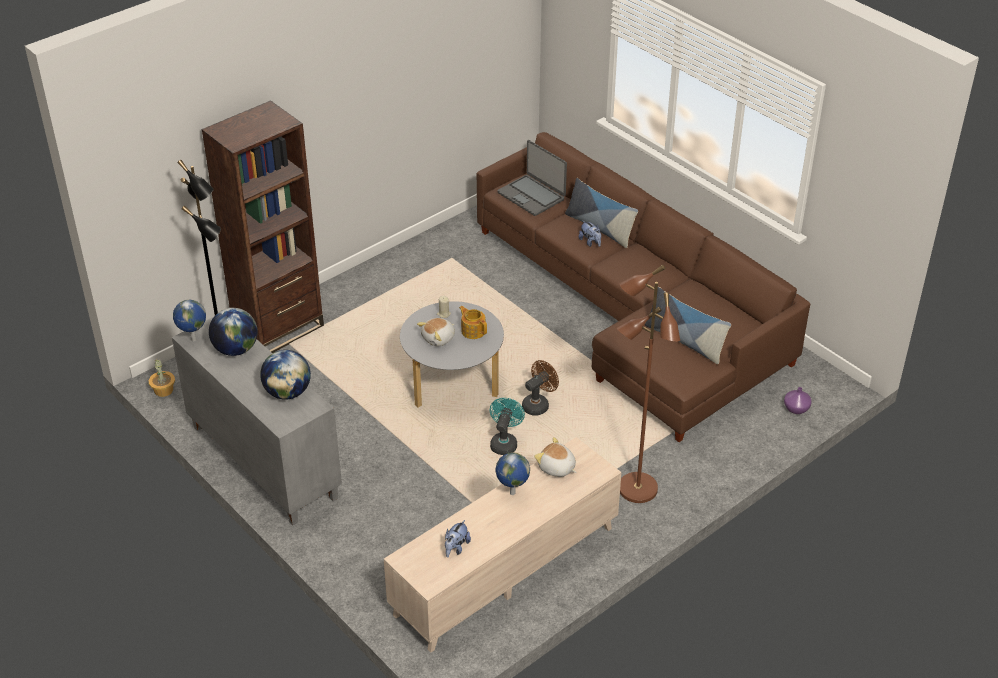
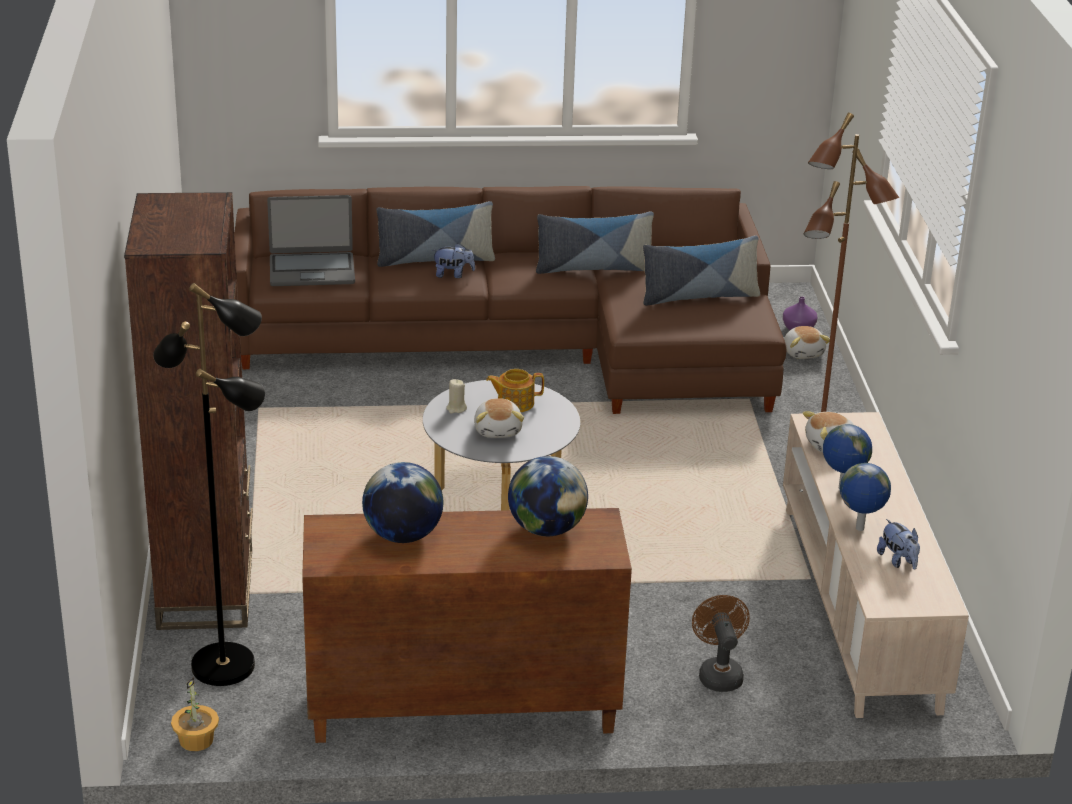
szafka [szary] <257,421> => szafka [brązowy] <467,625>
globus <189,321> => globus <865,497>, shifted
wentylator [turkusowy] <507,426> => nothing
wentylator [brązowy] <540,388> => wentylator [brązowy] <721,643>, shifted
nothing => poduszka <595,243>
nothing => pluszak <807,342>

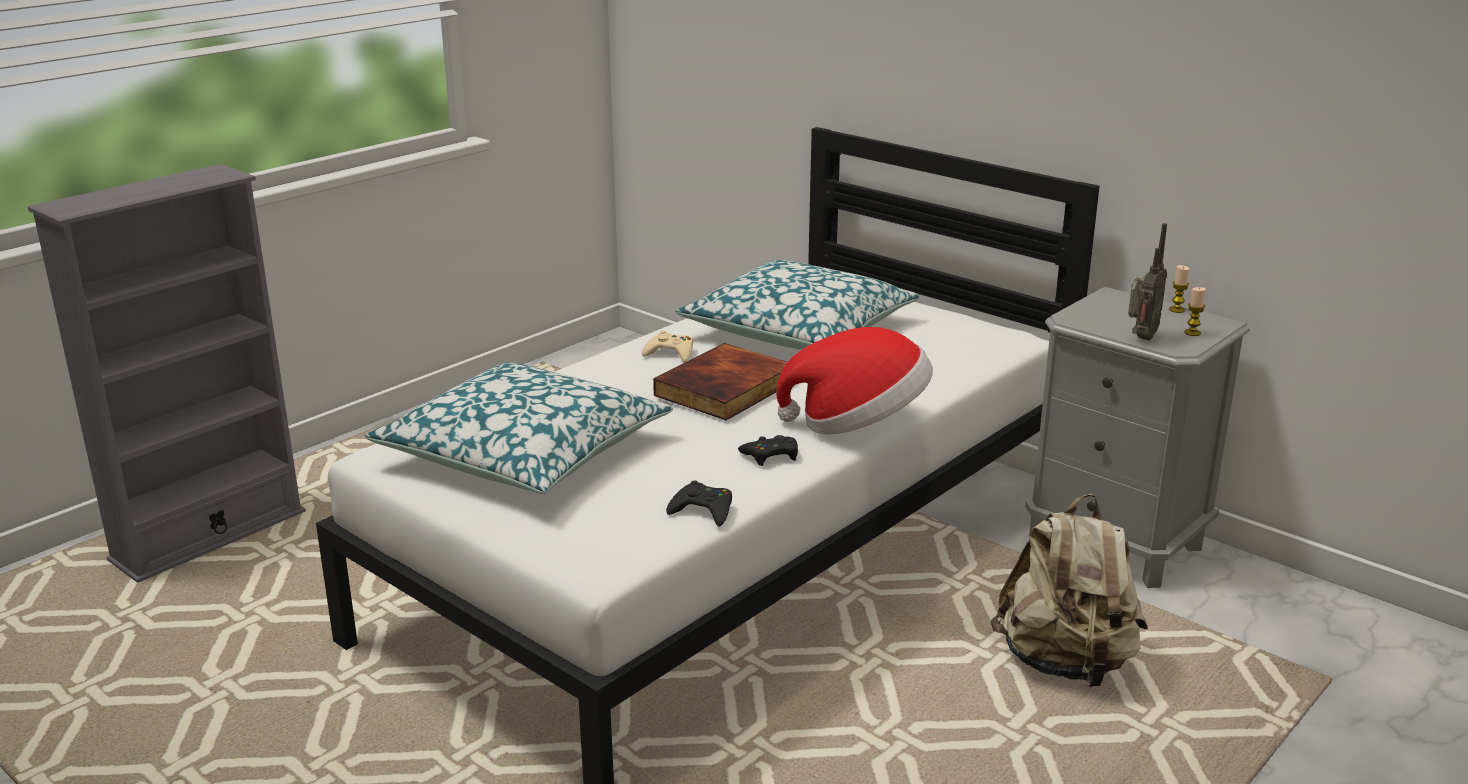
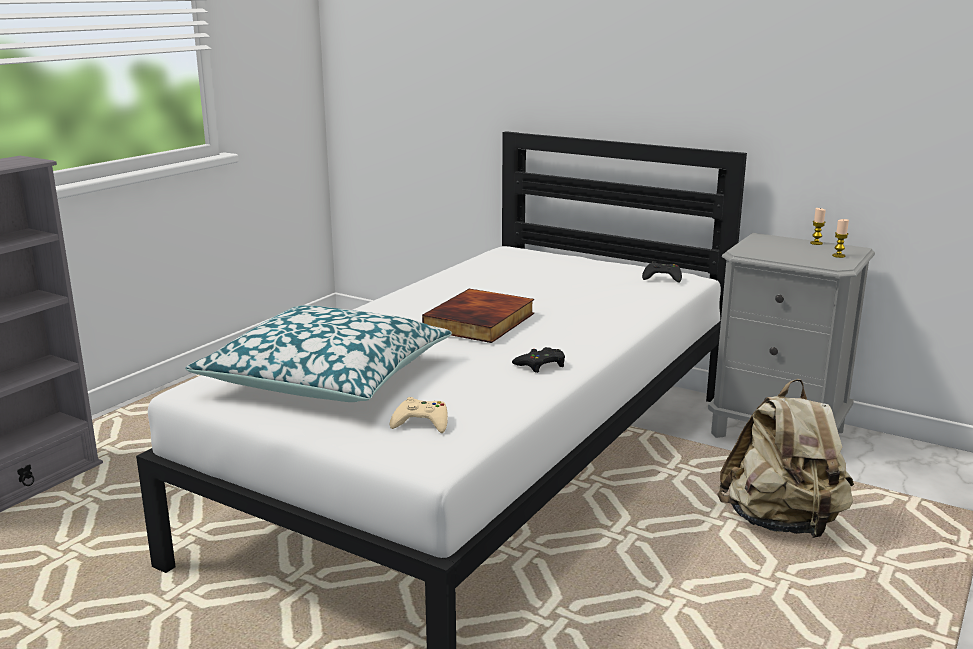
pad do gier [beżowy] <667,347> => pad do gier [beżowy] <418,415>, shifted
pad do gier [czarny] <699,503> => pad do gier [czarny] <662,272>, shifted
poduszka <797,305> => nothing
kapelusz <854,380> => nothing
radio <1147,282> => nothing

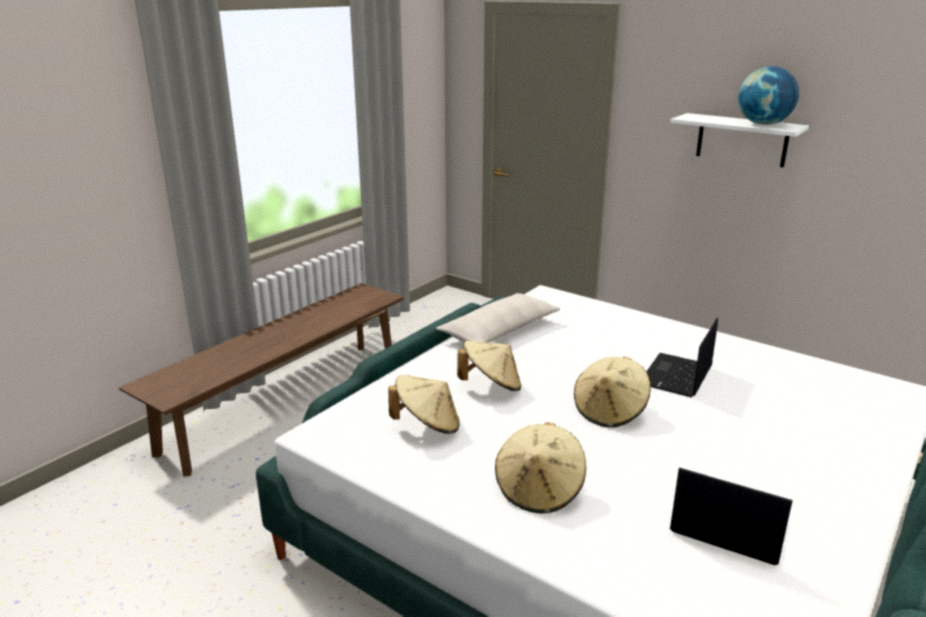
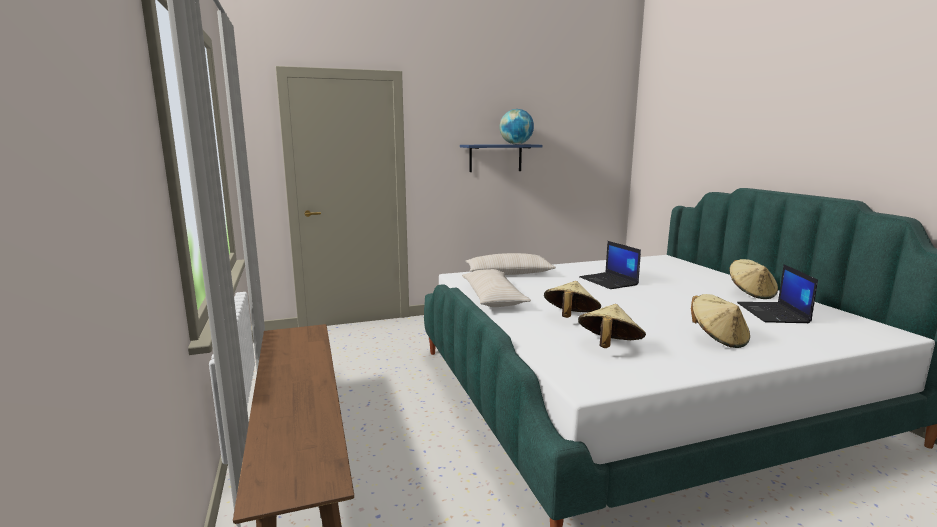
kapelusz [beżowy] <612,392> => kapelusz [beżowy] <753,279>, shifted
półka [biały] <739,140> => półka [niebieski] <501,158>
laptop <731,516> => laptop <777,293>, 60 degrees counterclockwise
nothing => poduszka [beżowy] <510,264>

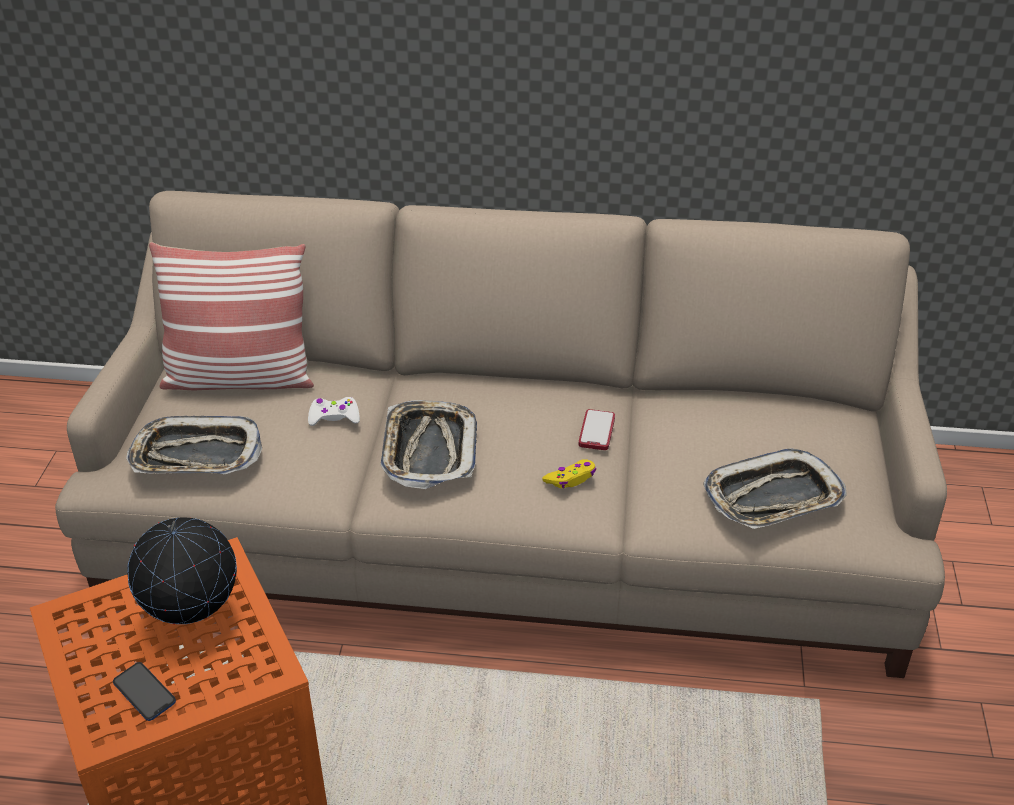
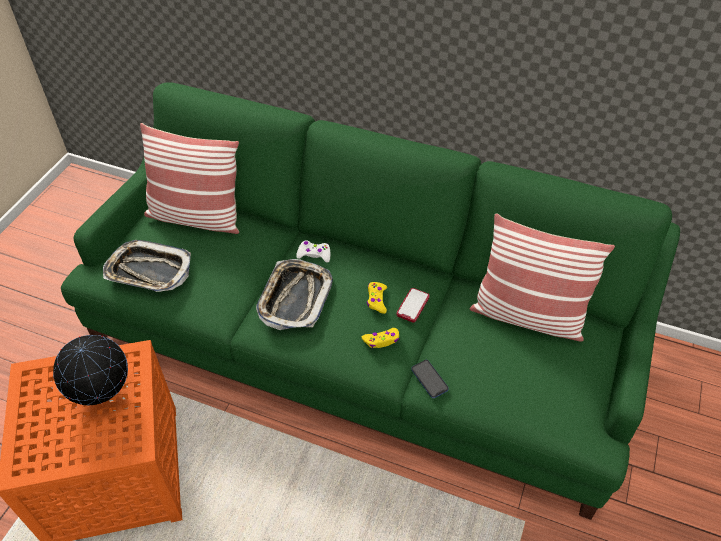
kanapa [beżowy] <501,434> => kanapa [zielony] <370,301>
telefon <144,691> => telefon <430,379>, shifted
pad do gier [biały] <334,411> => pad do gier [biały] <313,251>, shifted
taca <775,488> => nothing
nothing => pad do gier [żółty] <377,298>
nothing => poduszka <542,277>

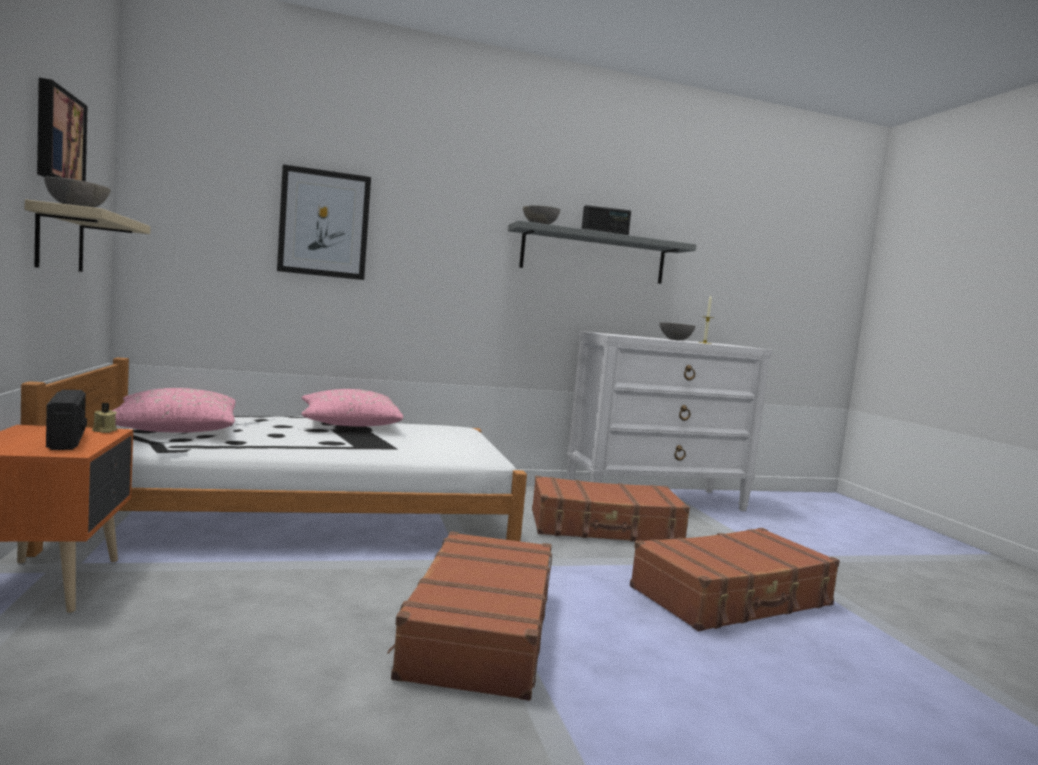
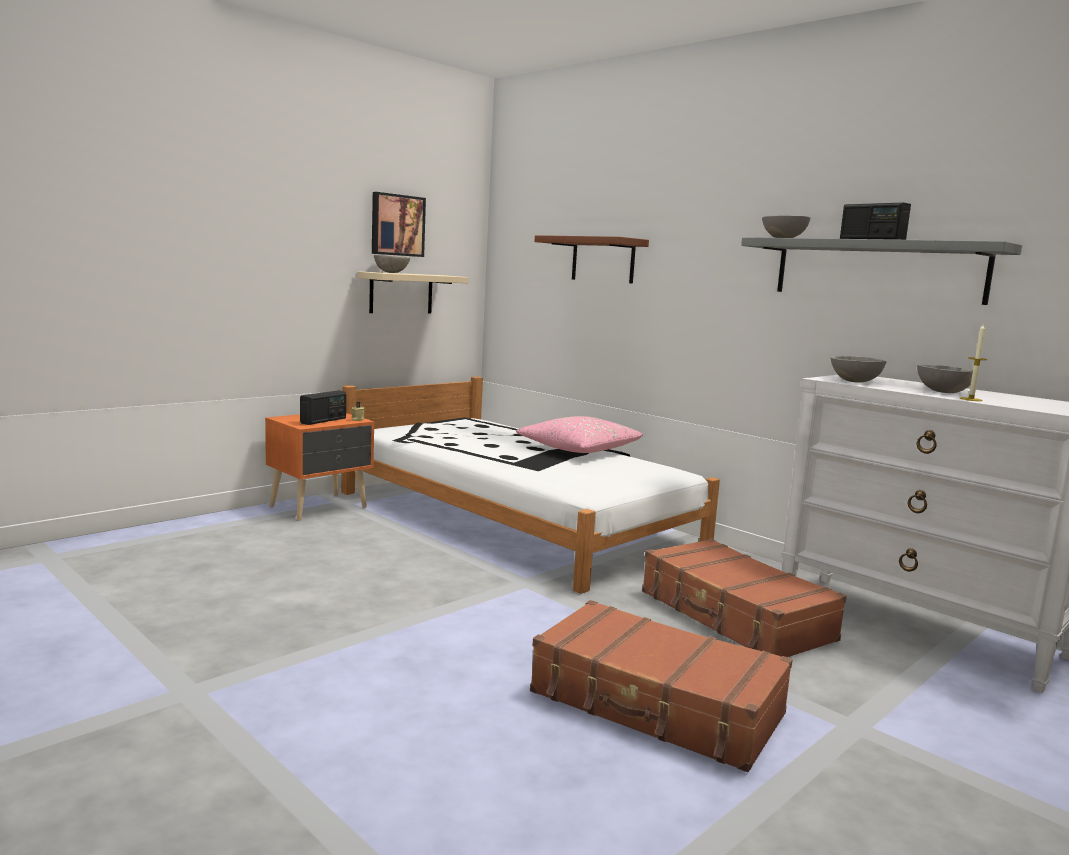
poduszka [różowy] <173,410> => nothing
obraz <324,222> => półka [brązowy] <592,259>
walizka [brązowy] <469,616> => nothing
nothing => miska [szary] <859,369>

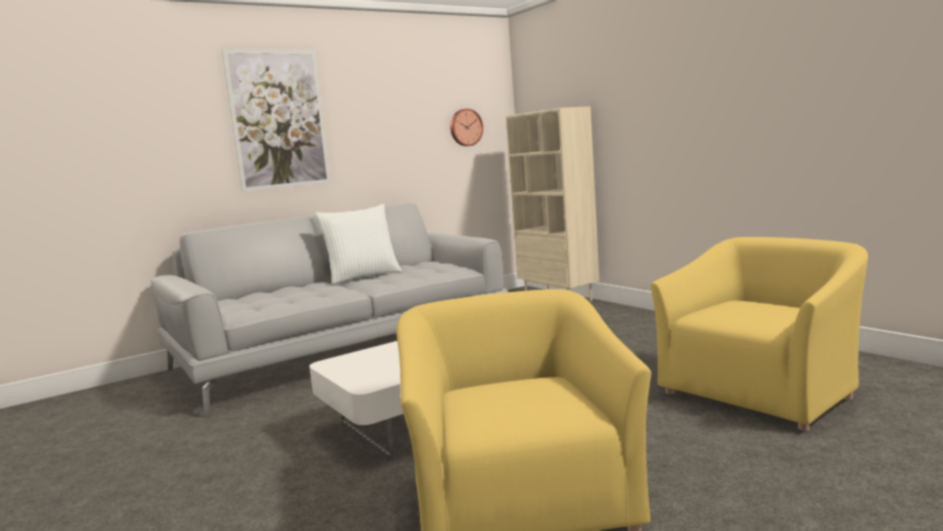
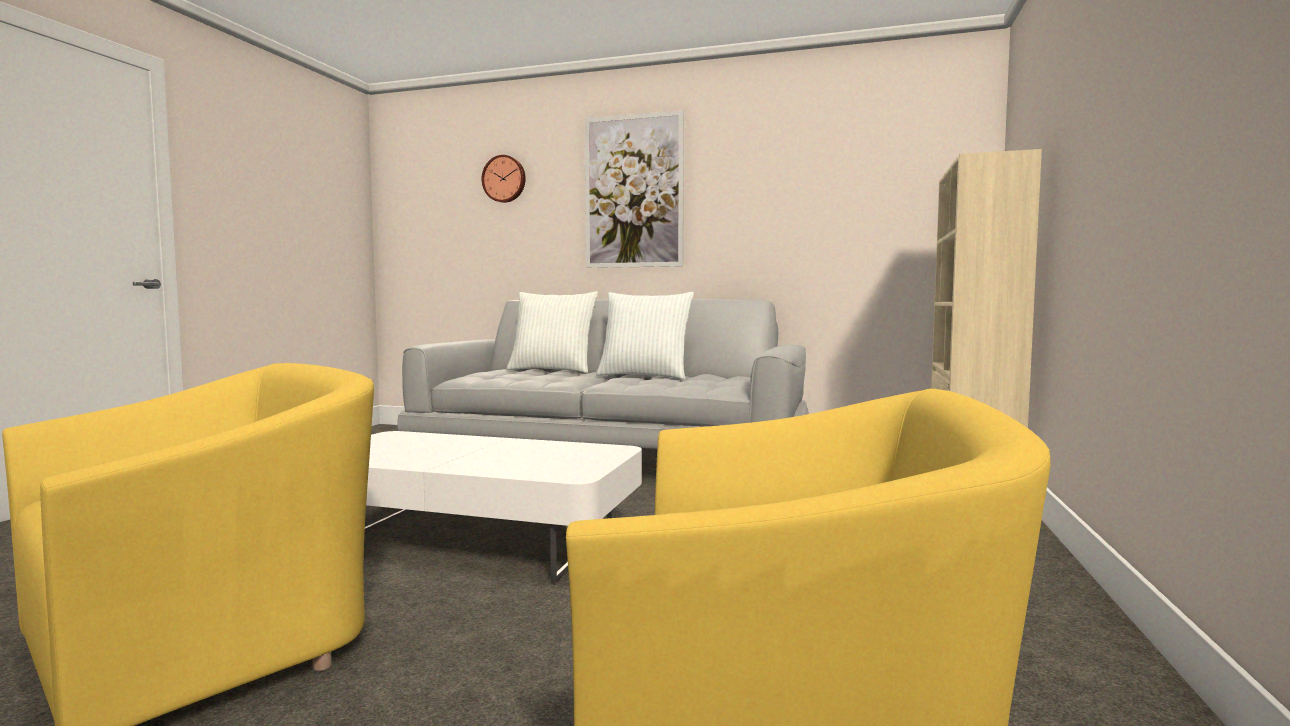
zegar ścienny <466,127> => zegar ścienny <504,179>, shifted
nothing => poduszka [biały] <552,332>

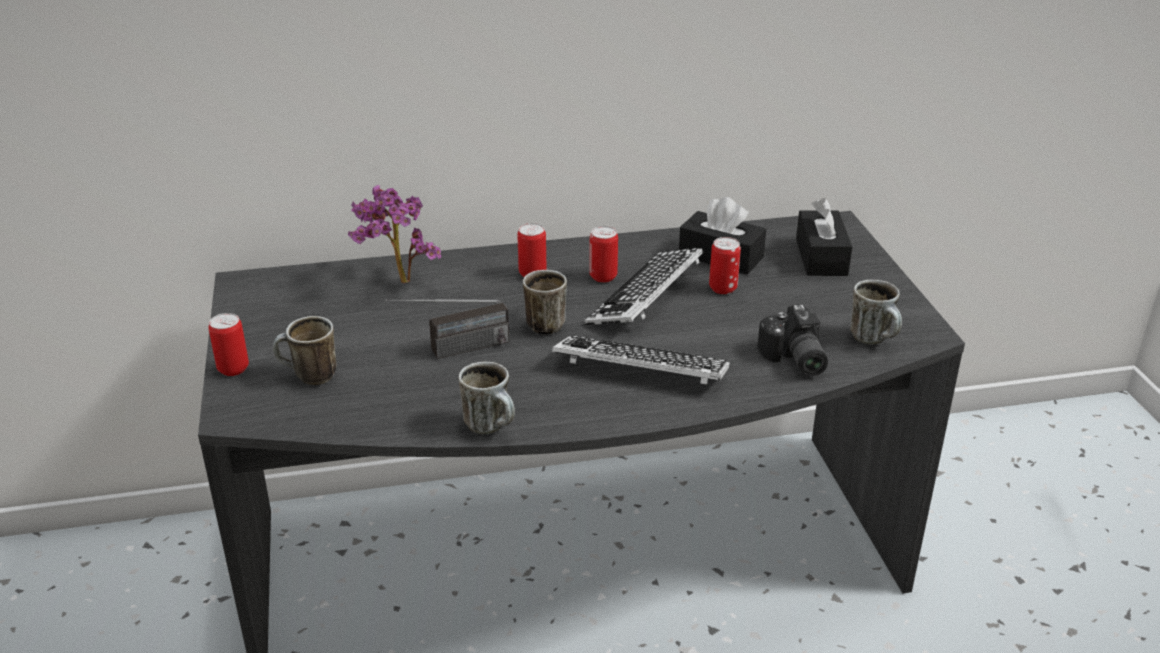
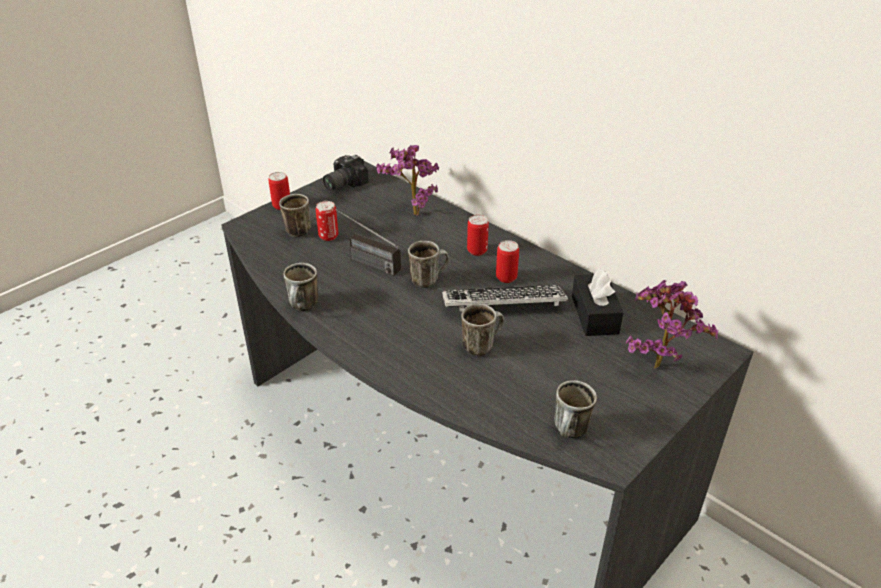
klawiatura <641,360> => nothing
puszka <725,265> => puszka <327,221>, shifted
aparat fotograficzny <792,340> => aparat fotograficzny <346,173>, shifted
pudełko chusteczek [czarny] <824,237> => roślina doniczkowa <672,324>
nothing => kubek <482,330>

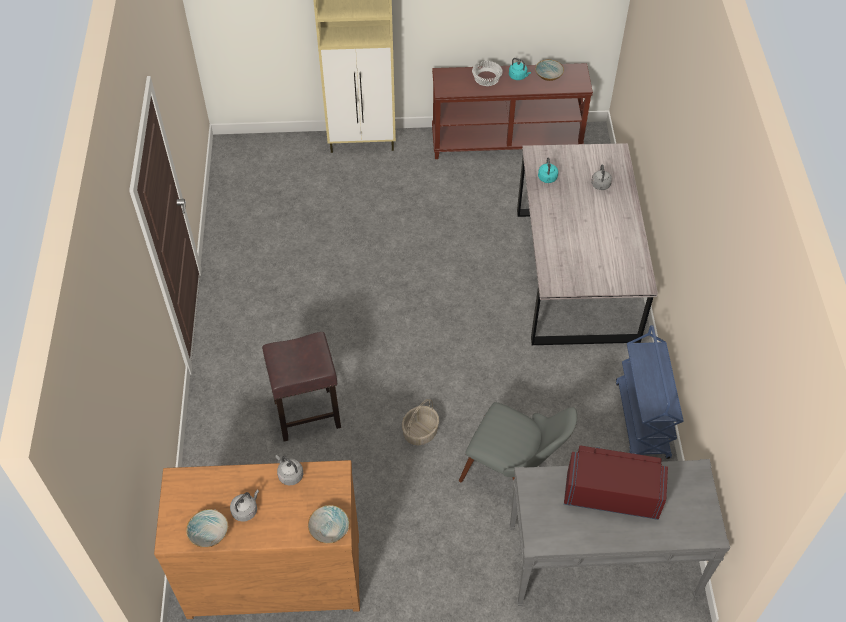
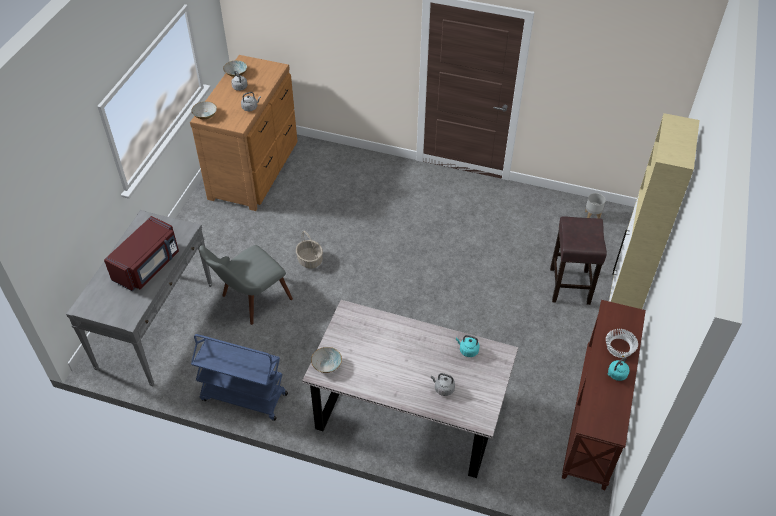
stołek [brązowy] <301,386> => stołek [brązowy] <578,260>, shifted
miska <549,70> => miska <326,360>, shifted
nothing => donica [szary] <595,206>

